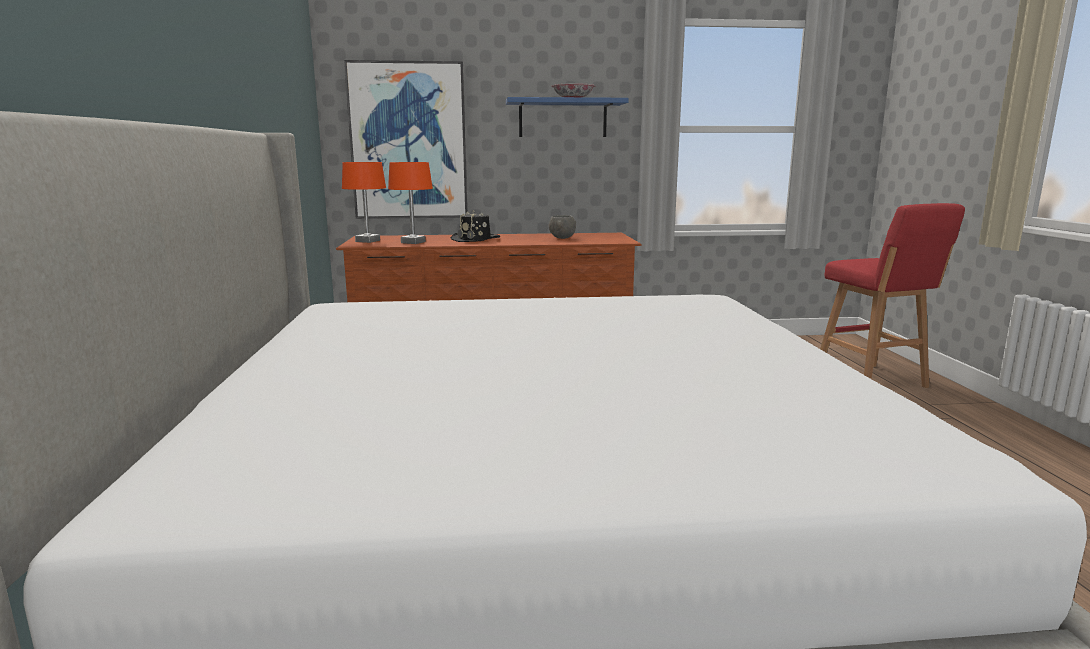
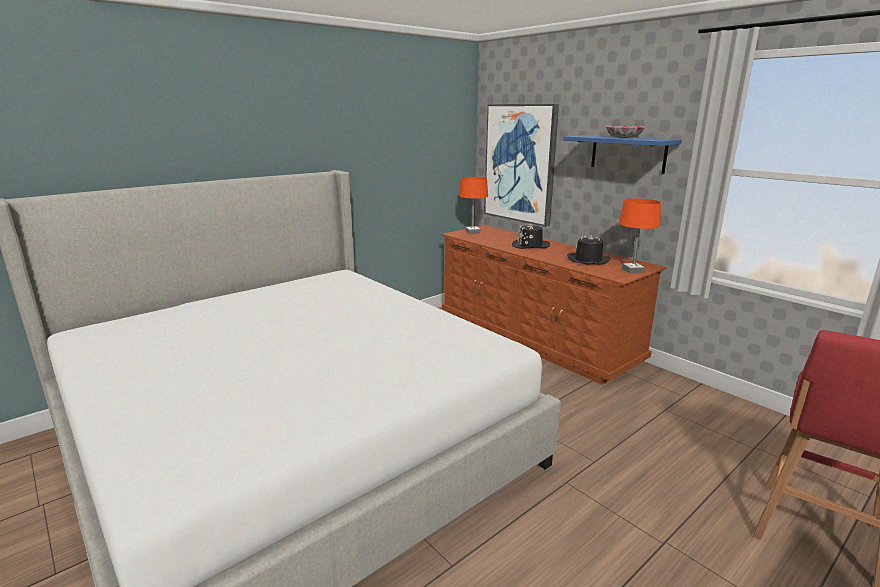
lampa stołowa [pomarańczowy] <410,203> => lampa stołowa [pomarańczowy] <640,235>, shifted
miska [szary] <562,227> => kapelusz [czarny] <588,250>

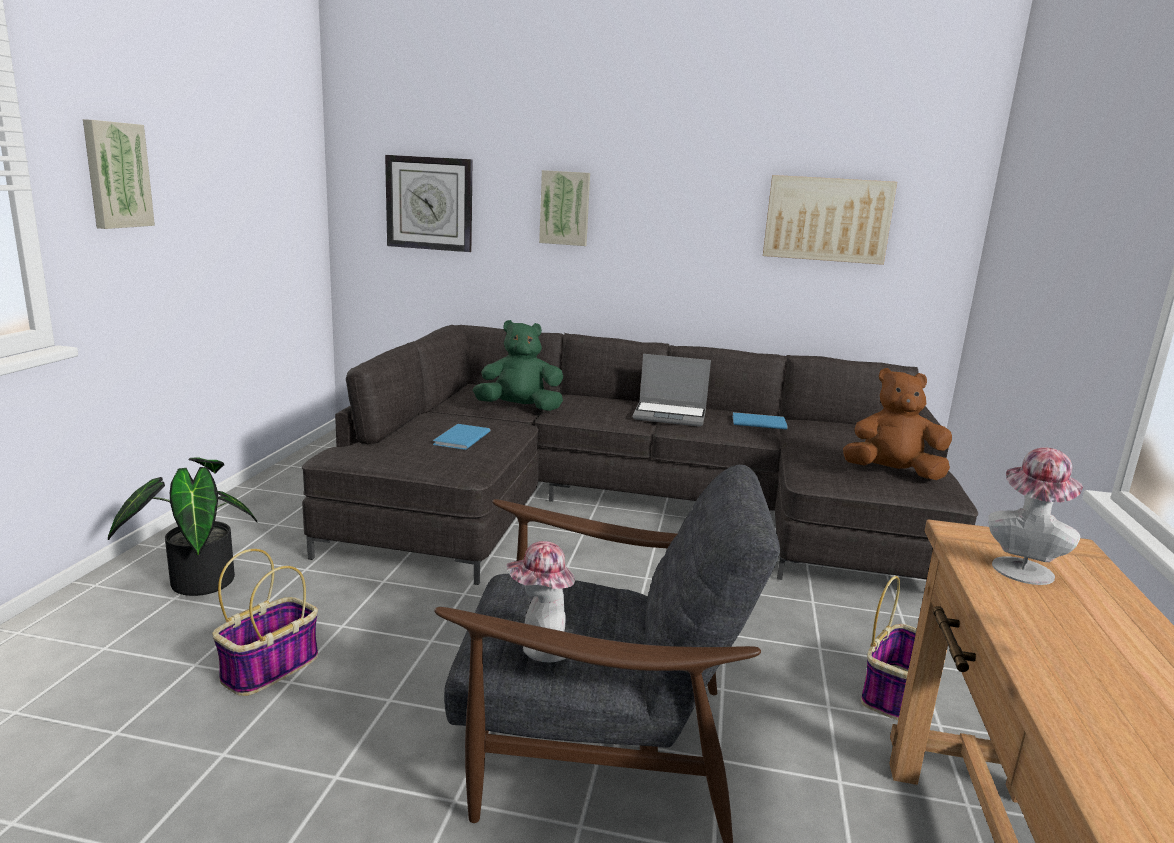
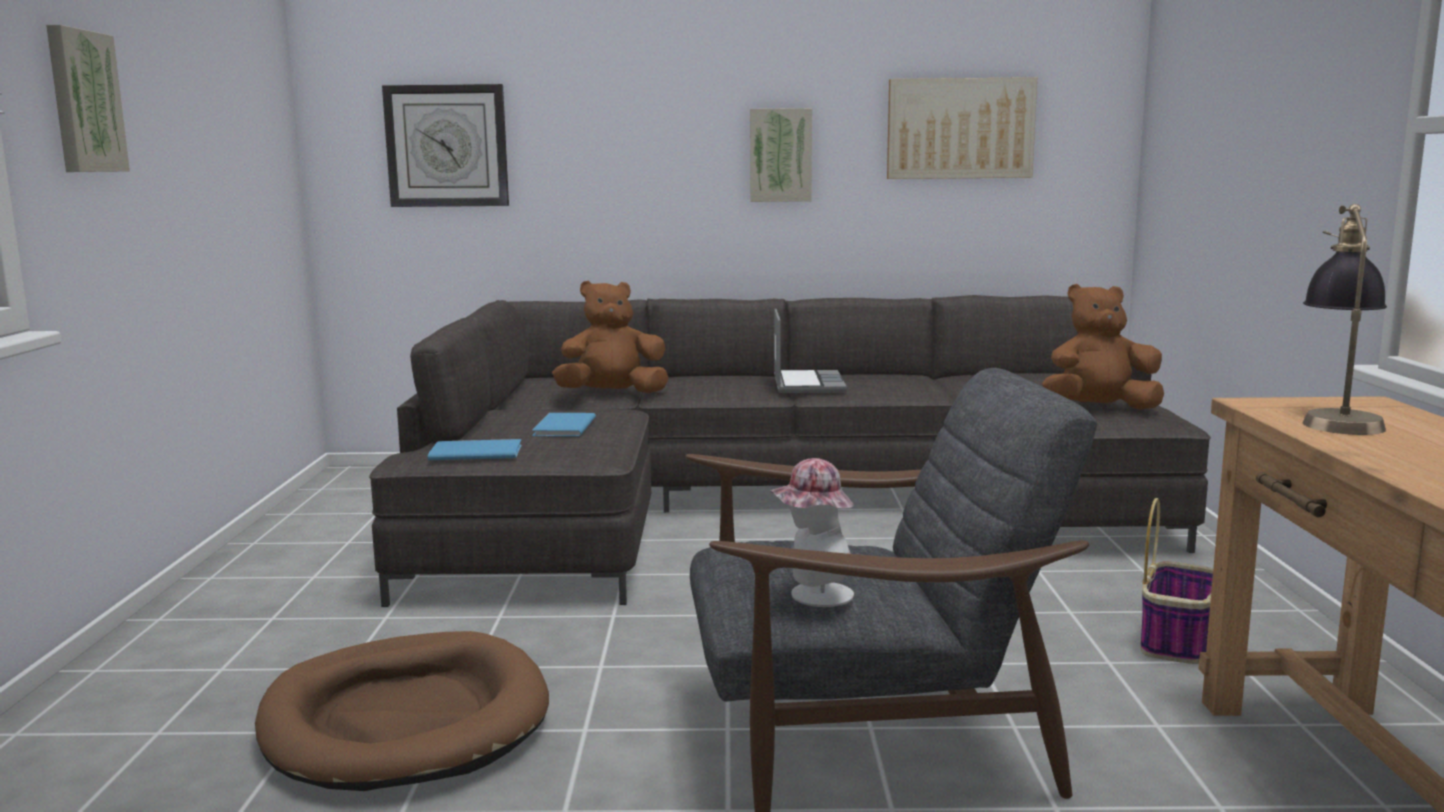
roślina doniczkowa <182,527> => nothing
koszyk <265,622> => legowisko [brązowy] <402,711>
pluszak [zielony] <518,365> => pluszak [brązowy] <610,337>
obraz <564,208> => obraz <781,155>, shifted
laptop <672,390> => laptop <810,350>, 90 degrees counterclockwise
książka [niebieski] <759,420> => książka [niebieski] <475,449>, shifted
kapelusz <1035,516> => lampa stołowa <1345,319>

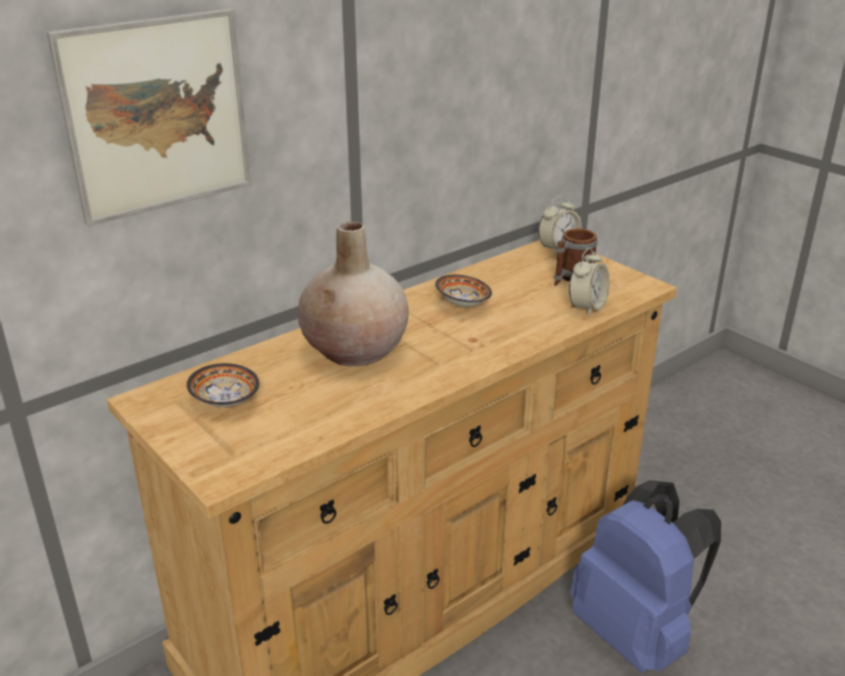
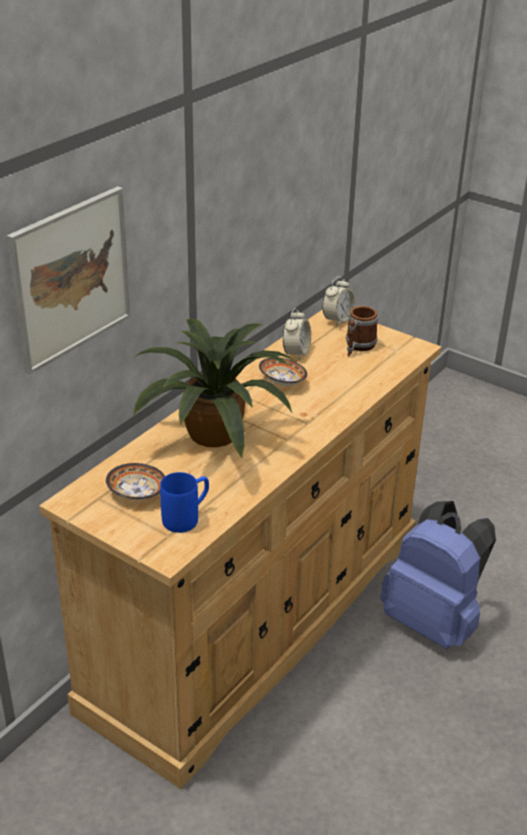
wazon [beżowy] <353,294> => roślina doniczkowa <214,388>
budzik <589,282> => budzik <297,334>, shifted
nothing => kubek [niebieski] <184,502>

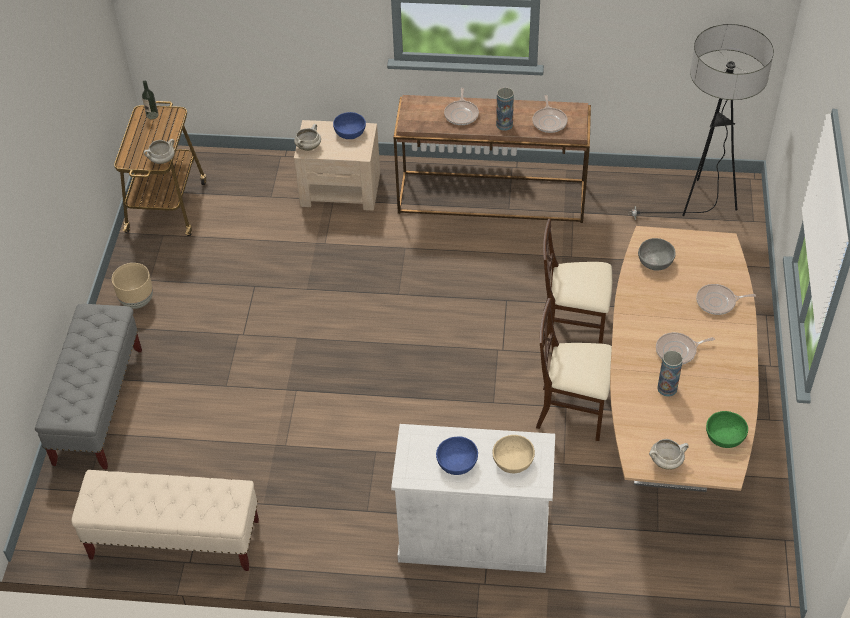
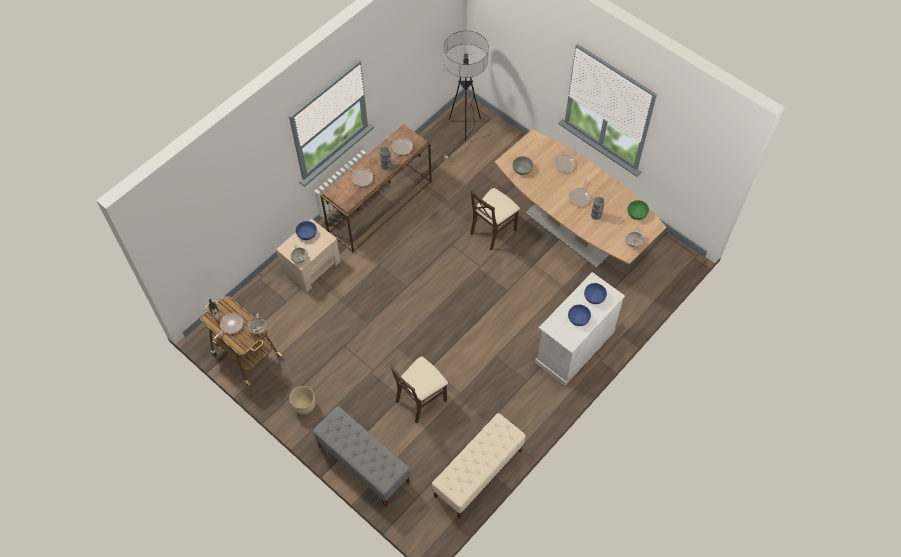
miska [beżowy] <514,454> => miska [niebieski] <595,293>
krzesło [beżowy] <574,369> => krzesło [beżowy] <419,389>, shifted
nothing => patelnia <228,326>

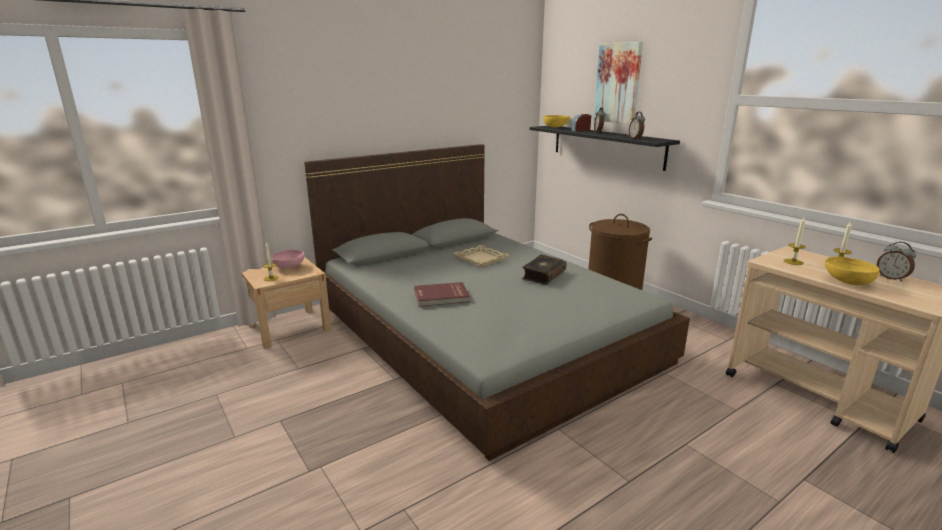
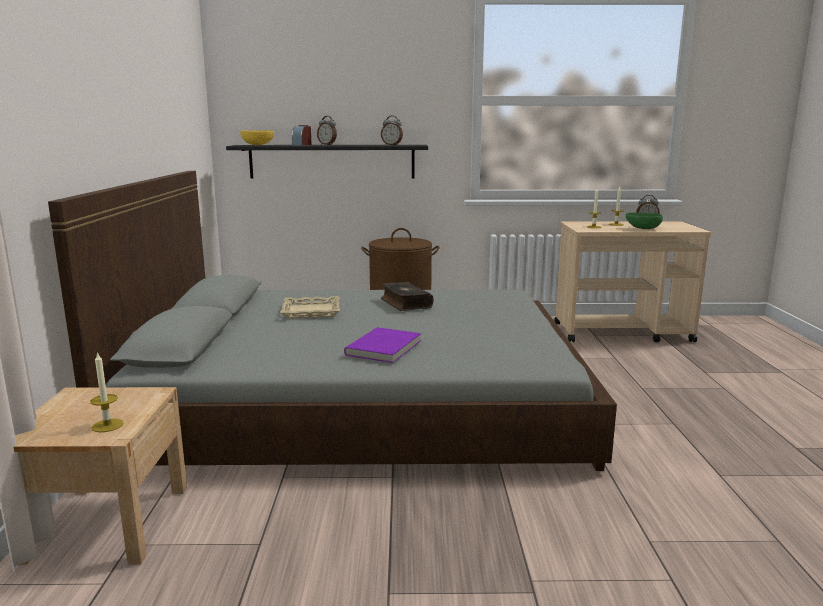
miska [różowy] <288,259> => nothing
książka [czerwony] <442,294> => książka [fioletowy] <382,345>
obraz <618,83> => nothing
miska [żółty] <852,271> => miska [zielony] <644,220>

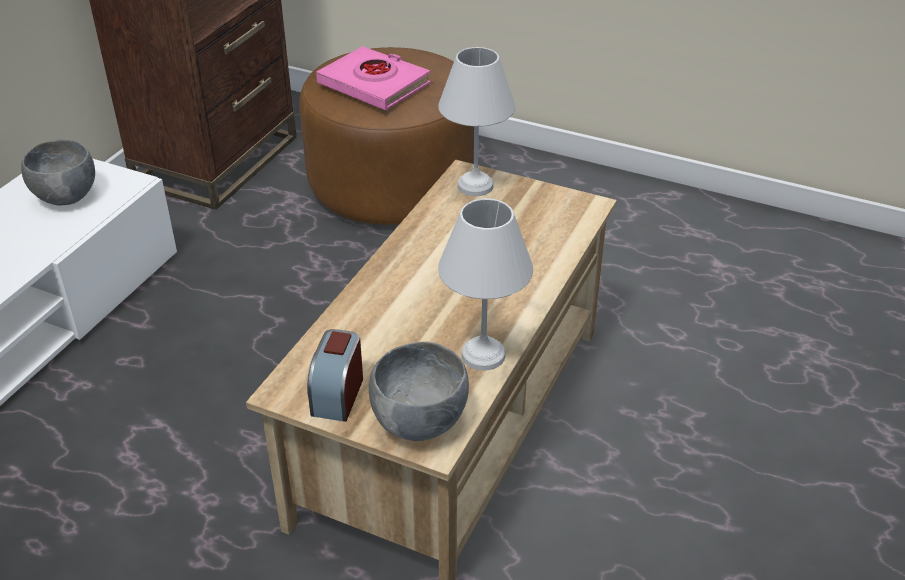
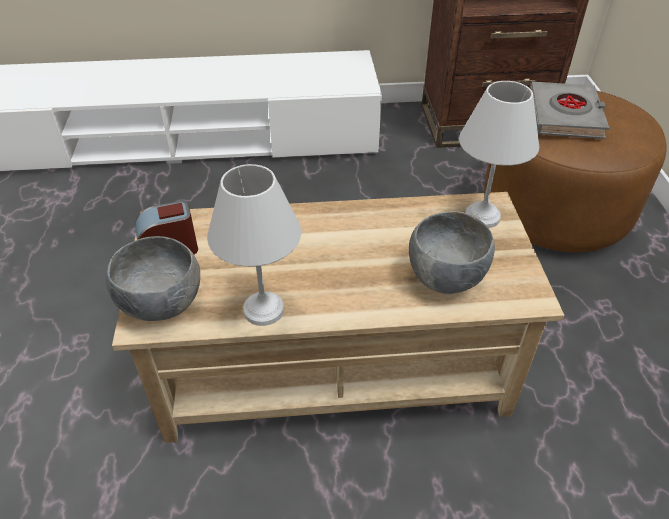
miska [szary] <58,173> => miska [szary] <452,252>, shifted
książka [różowy] <373,78> => książka [szary] <569,110>

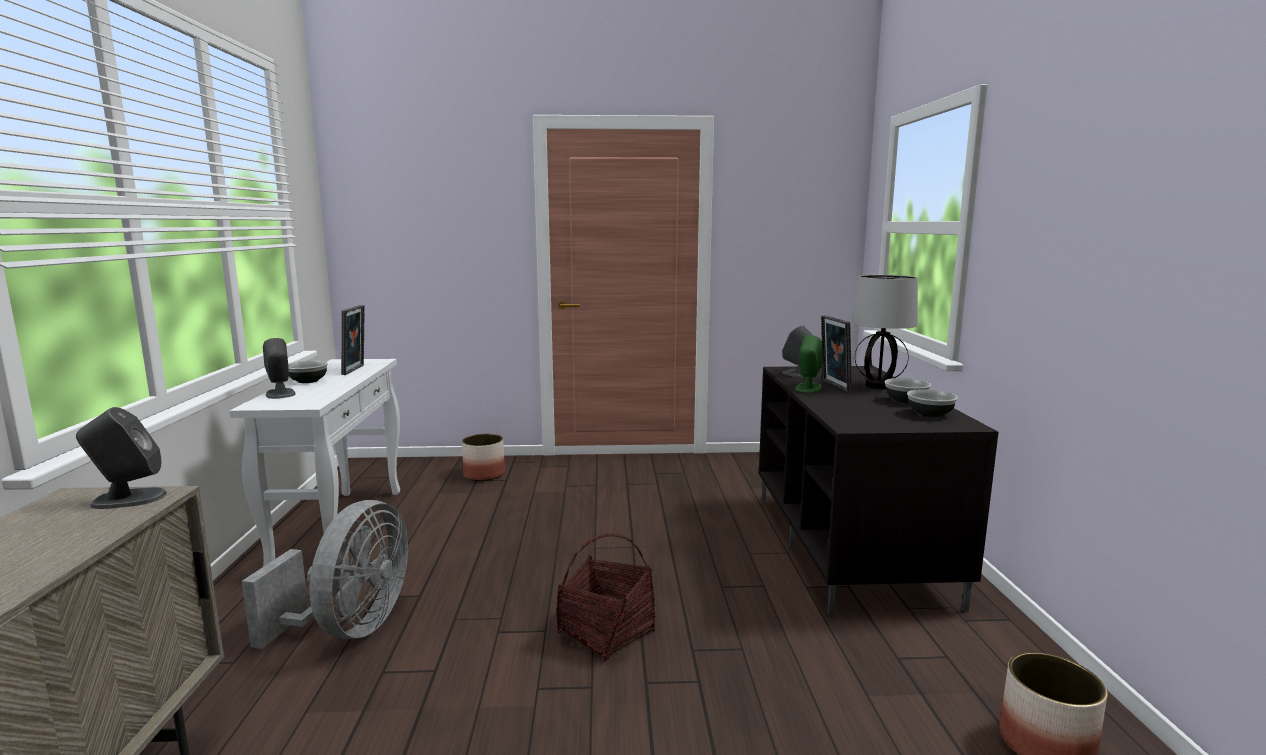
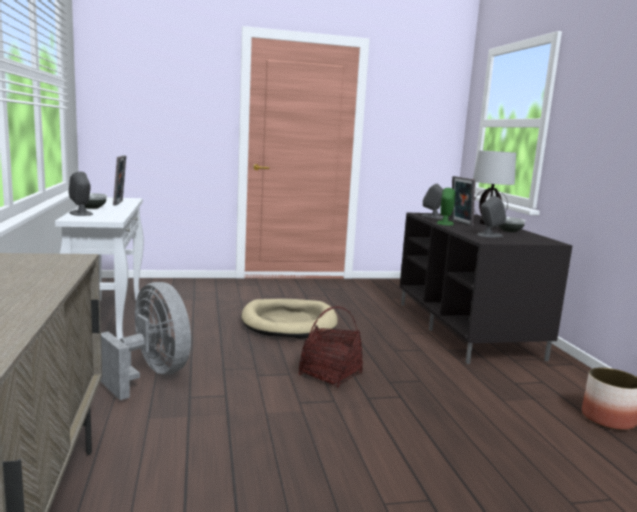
głośnik [szary] <121,458> => głośnik [szary] <491,216>, shifted
wentylator [szary] <325,574> => wentylator [szary] <145,341>, 45 degrees counterclockwise
donica <483,457> => nothing
miska <932,403> => nothing
nothing => legowisko [beżowy] <289,319>

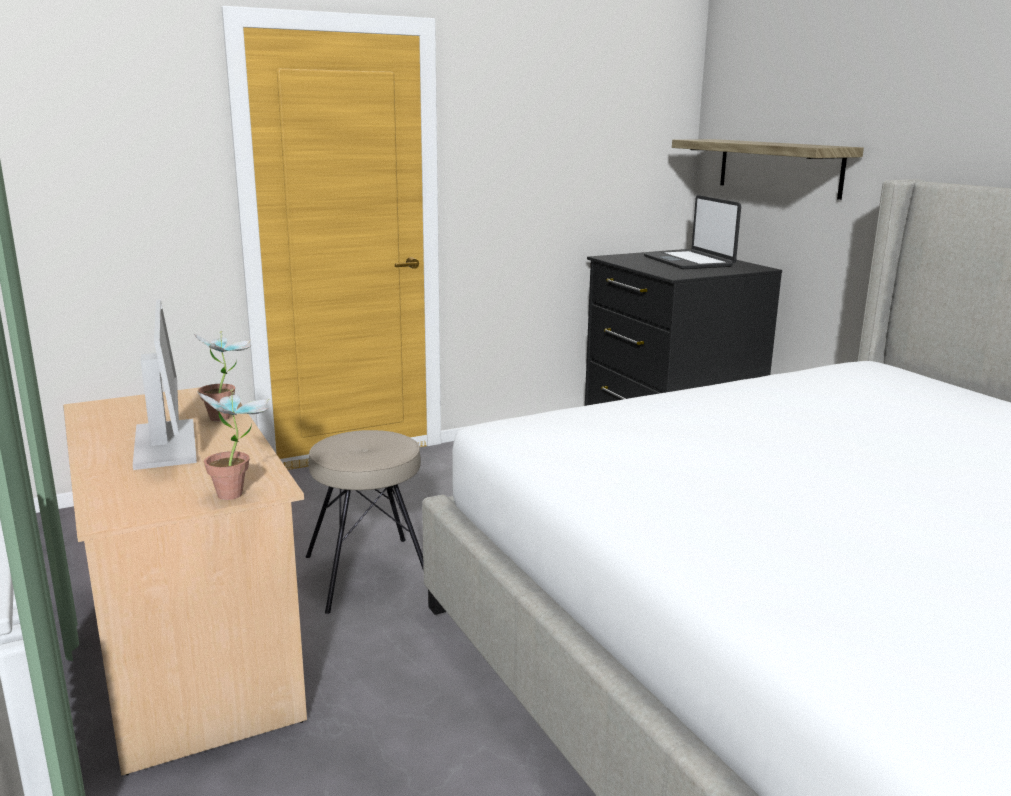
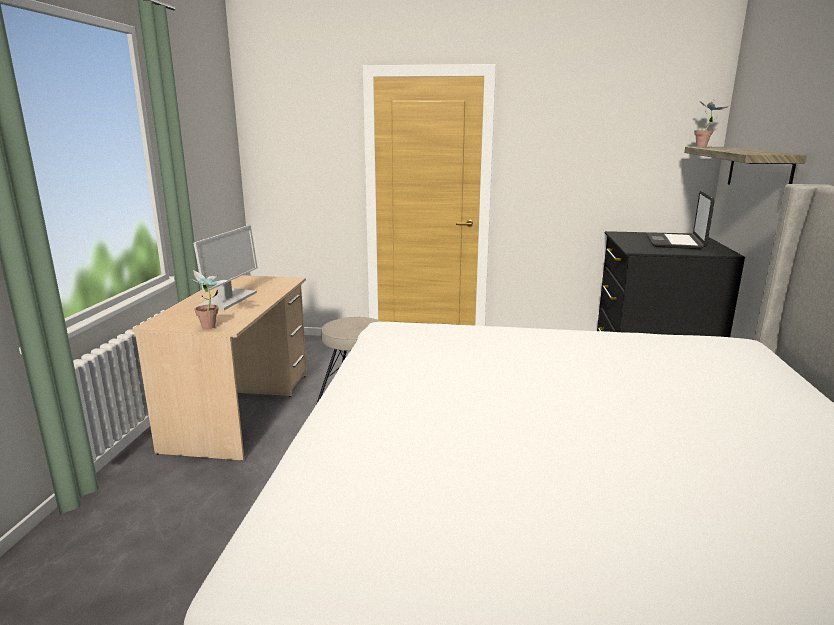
roślina doniczkowa <222,376> => roślina doniczkowa <711,123>, shifted

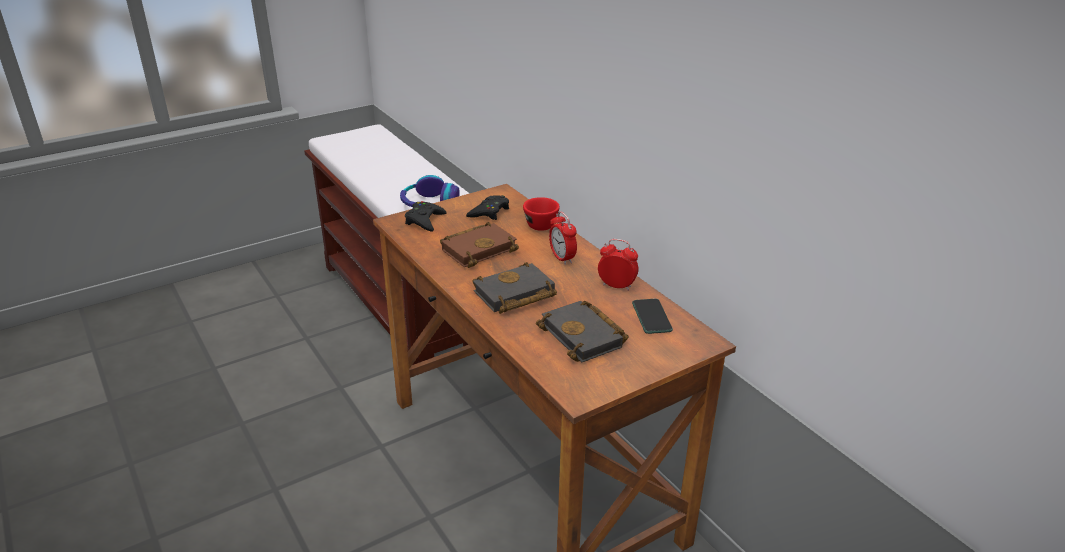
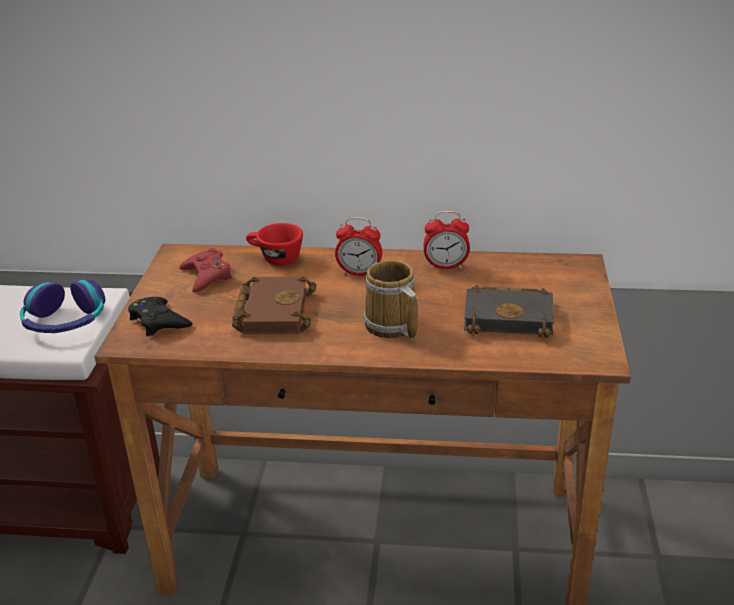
pad do gier [czarny] <487,207> => pad do gier [czerwony] <205,270>
książka [czarny] <514,288> => kubek <391,299>
budzik <618,265> => budzik <446,240>, 150 degrees counterclockwise
telefon <652,316> => nothing

